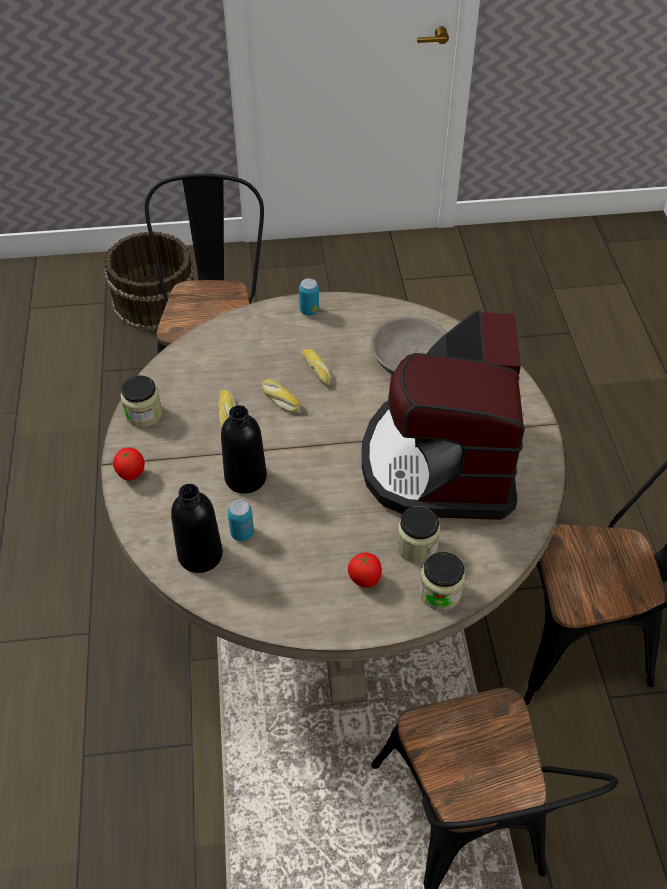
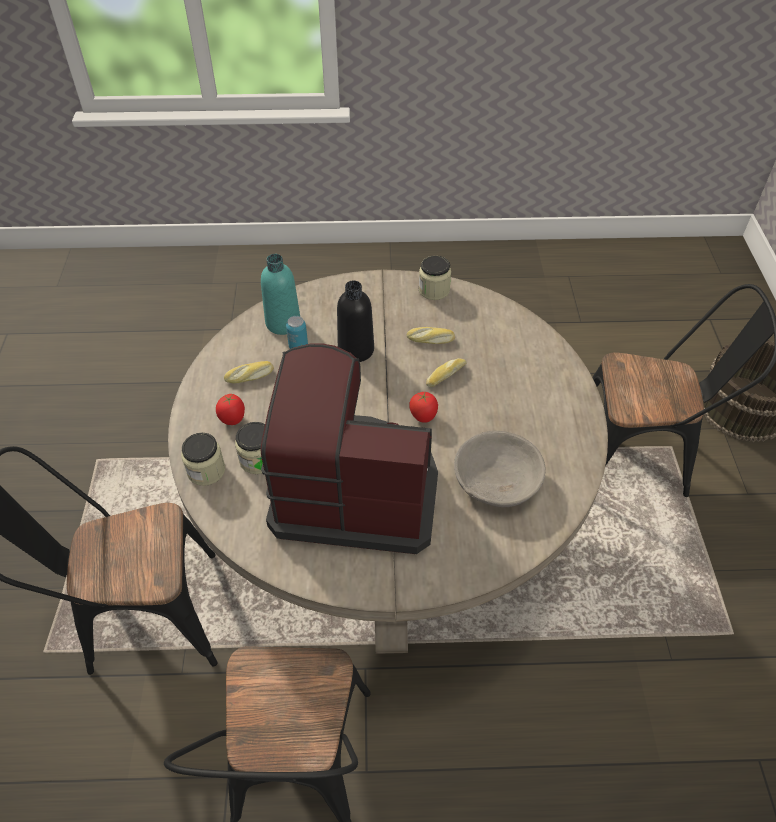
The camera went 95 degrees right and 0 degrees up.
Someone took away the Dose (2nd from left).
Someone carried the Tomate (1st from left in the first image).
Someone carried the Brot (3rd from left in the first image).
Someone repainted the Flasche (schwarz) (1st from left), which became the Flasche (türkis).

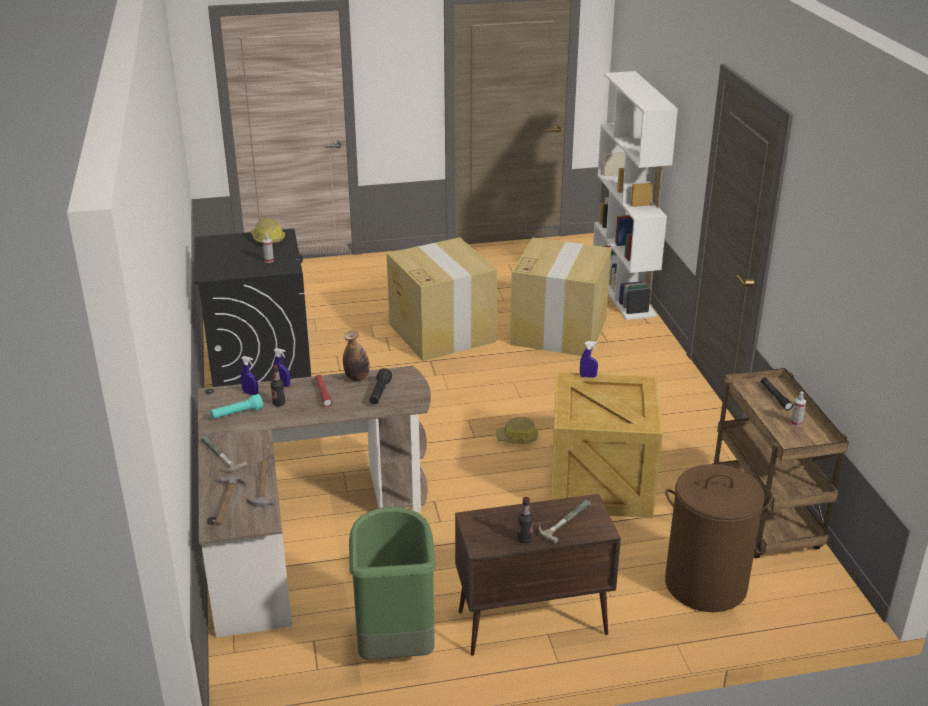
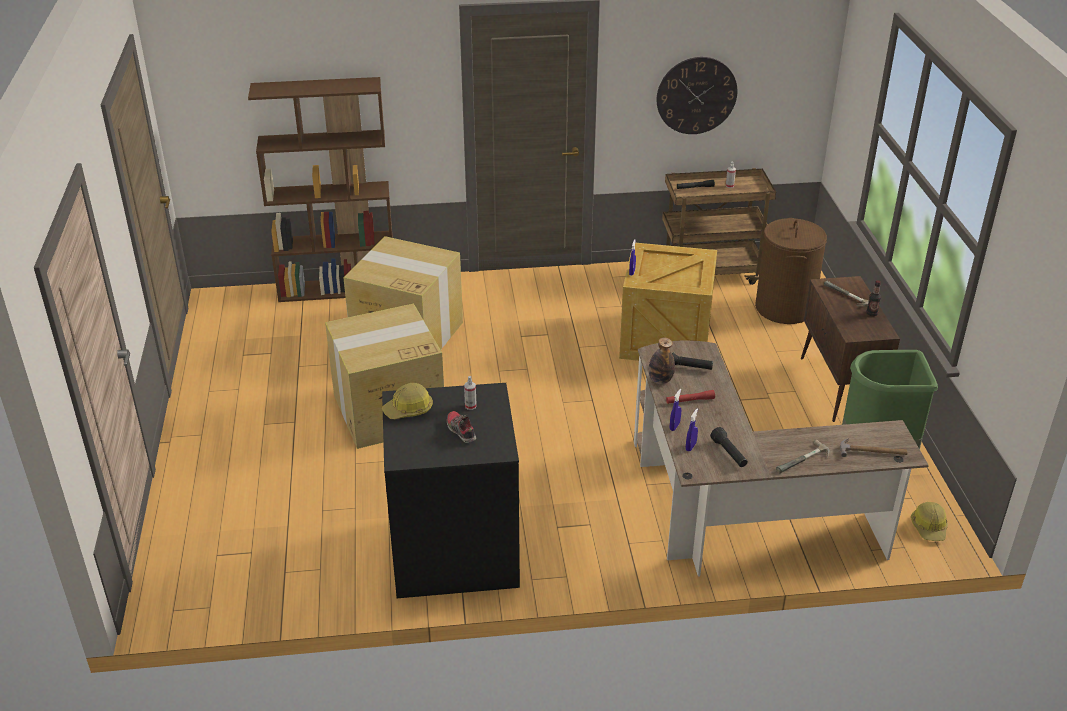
The camera went 85 degrees left and 5 degrees up.
Someone took away the Hammer (3rd from left).
Someone took away the Flasche (1st from left).
Someone put down the Schuh.
Someone put up the Wanduhr.
Someone carried the Schutzhelm (2nd from left).
Someone repainted the Taschenlampe (türkis), which became the Taschenlampe (schwarz) (3rd from left).
Someone repainted the Bücherregal (weiß), which became the Bücherregal (braun).

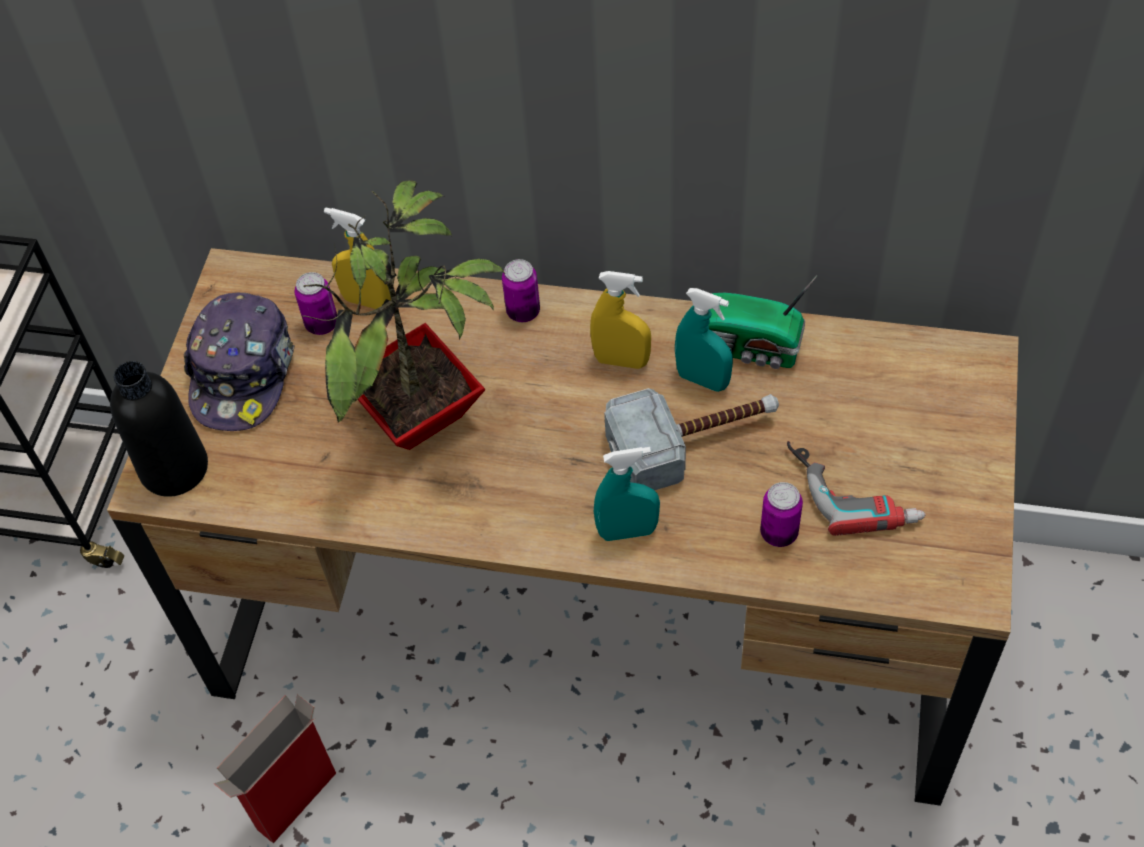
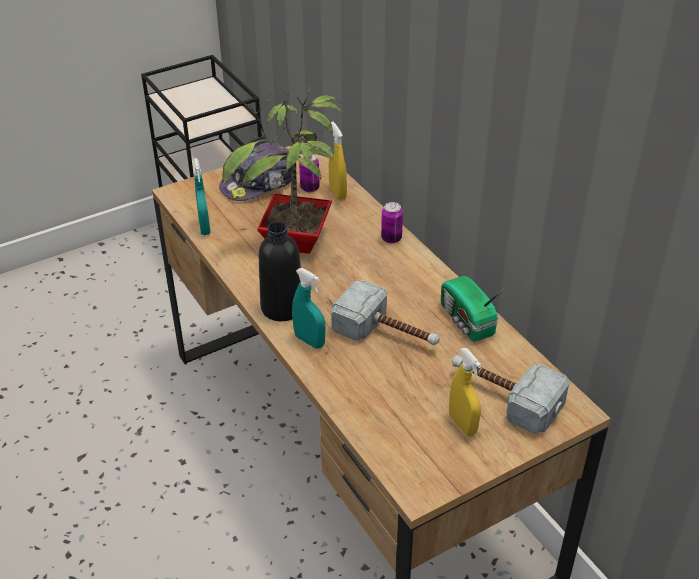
The camera went 45 degrees right and 15 degrees down.
Someone took away the Karton.
Someone took away the Dose (3rd from left).
Someone took away the Bohrmaschine.
Someone put down the Hammer (2nd from left).
Someone carried the Flasche (schwarz).
Someone carried the Sprühflasche (gelb) (2nd from left).
Someone carried the Sprühflasche (türkis) (2nd from left in the first image).

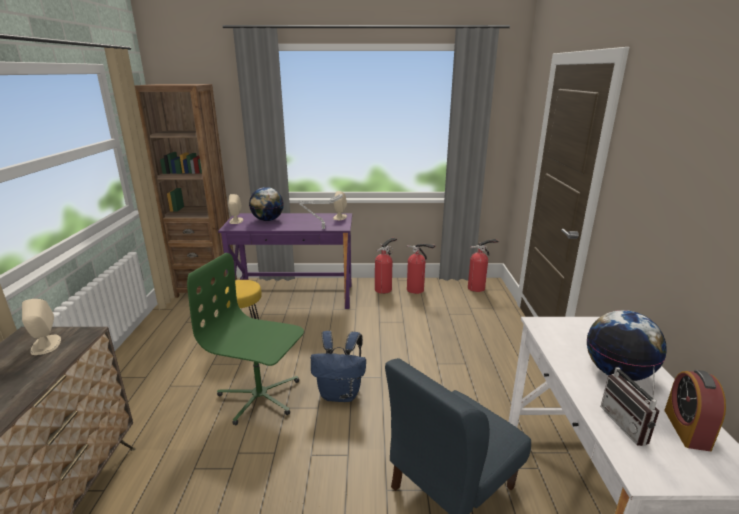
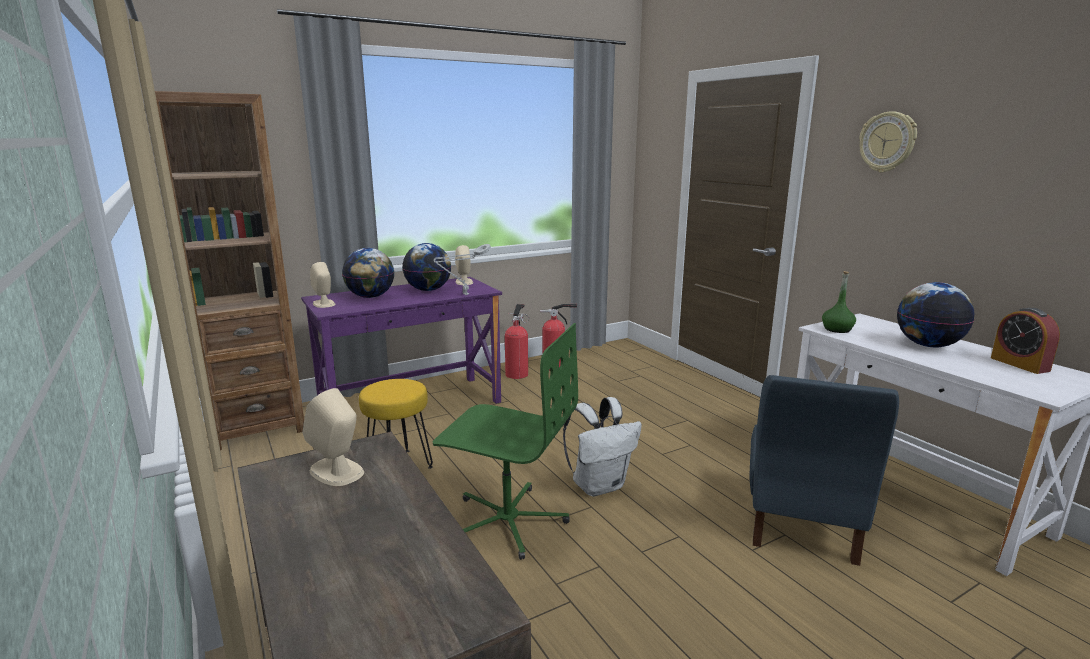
The camera went 30 degrees left and 5 degrees down.
Someone took away the Feuerlöscher (3rd from left).
Someone took away the Radio.
Someone put down the Globus (2nd from left).
Someone put down the Flasche (grün).
Someone put up the Wanduhr.
Someone repainted the Rucksack (blau), which became the Rucksack (weiß).
Someone rotated the Bürostuhl (grün) by 150 degrees counterclockwise.

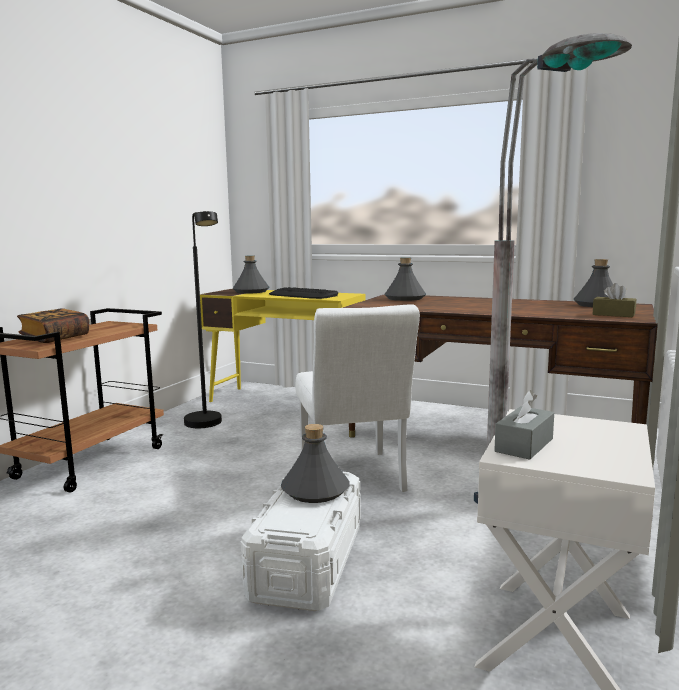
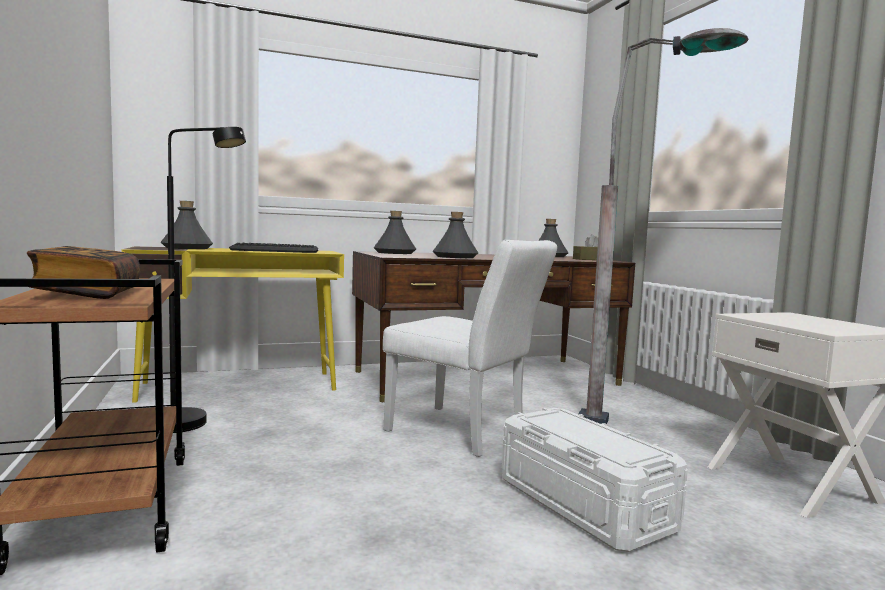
The camera went 45 degrees left and 5 degrees down.
Someone took away the Taschentuchbox (grau).
Someone carried the Flasche (grau) (2nd from left in the first image).

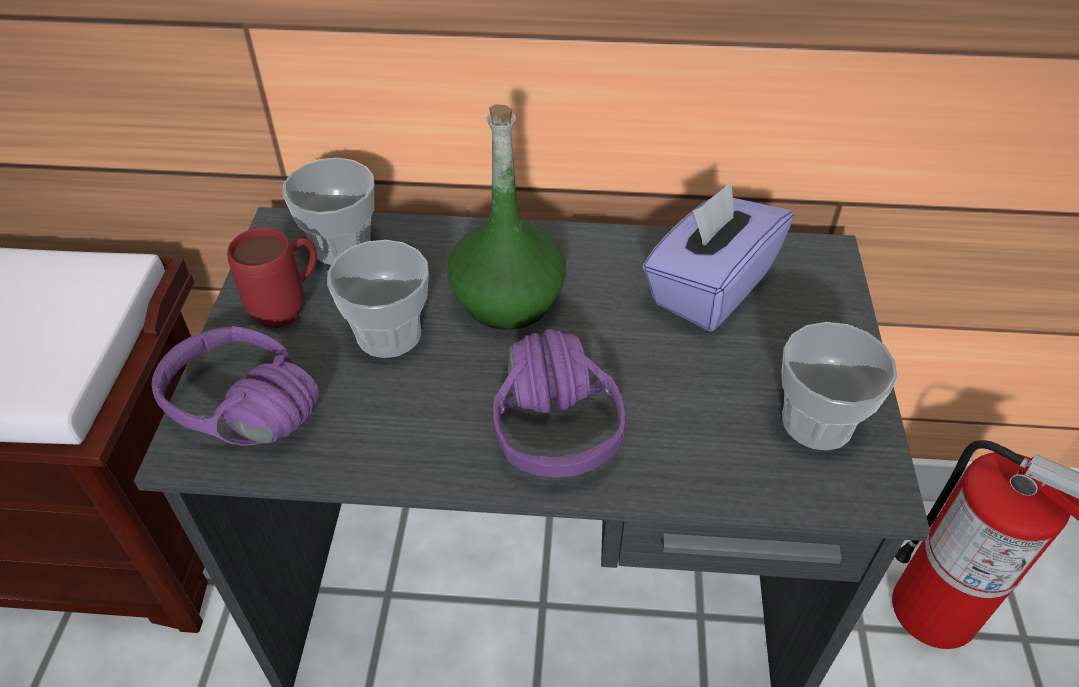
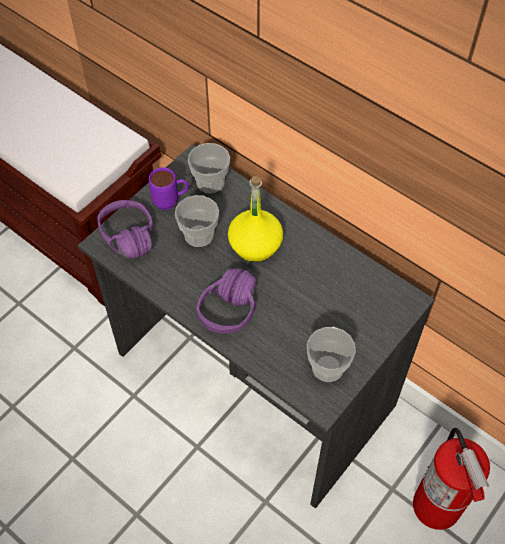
The camera went 35 degrees right and 10 degrees up.
Someone took away the Taschentuchbox (lila).
Someone repainted the Henkelbecher (rot), which became the Henkelbecher (lila).
Someone repainted the Flasche (grün), which became the Flasche (gelb).

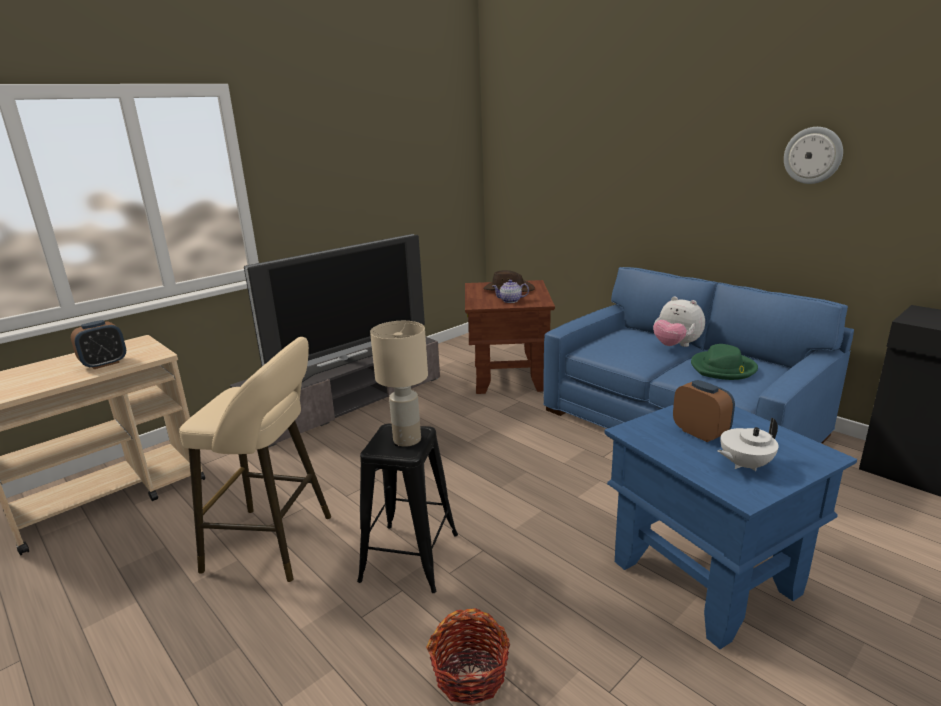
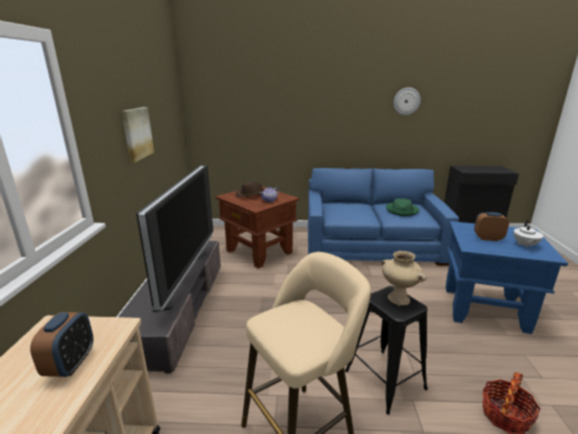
The camera went 45 degrees left and 0 degrees up.
Someone took away the Plüschtier.
Someone put up the Bild.
Someone swapped the Tischlampe (beige) for the Vase (beige).

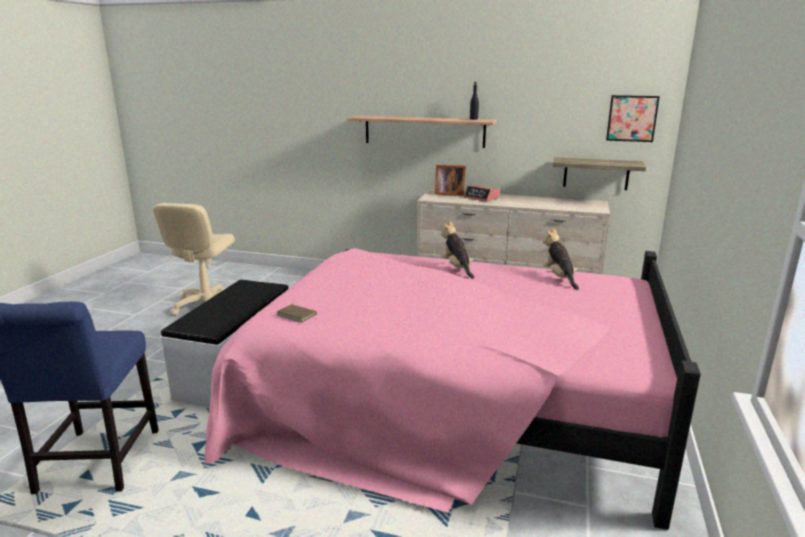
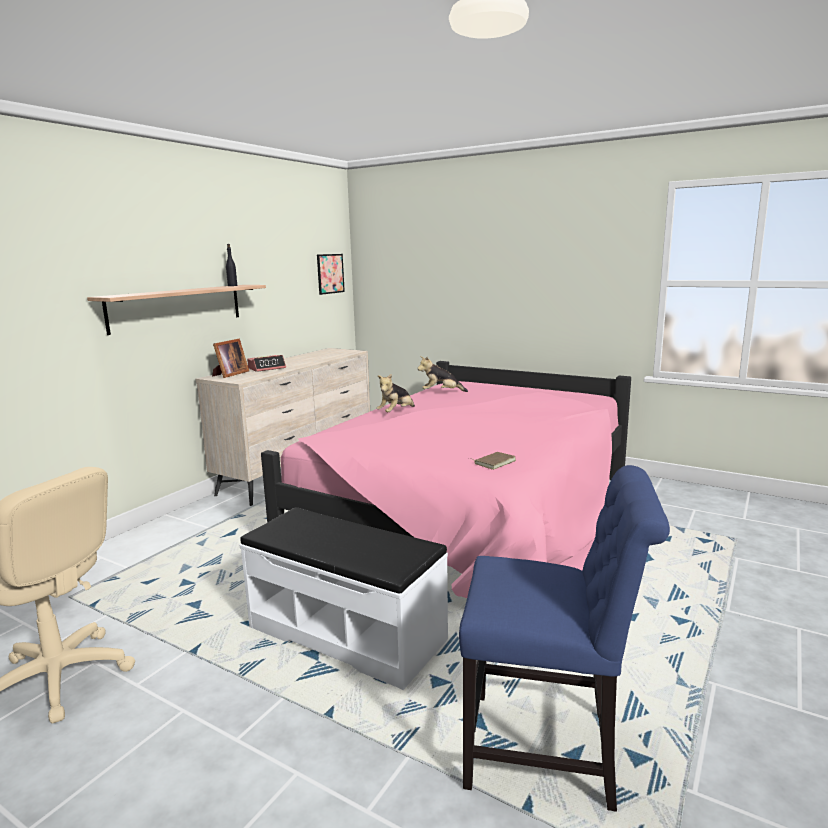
The camera went 75 degrees left and 5 degrees down.
Someone took away the Wandregal (2nd from left).
Someone rotated the Plüschtier (1st from left) by 45 degrees counterclockwise.

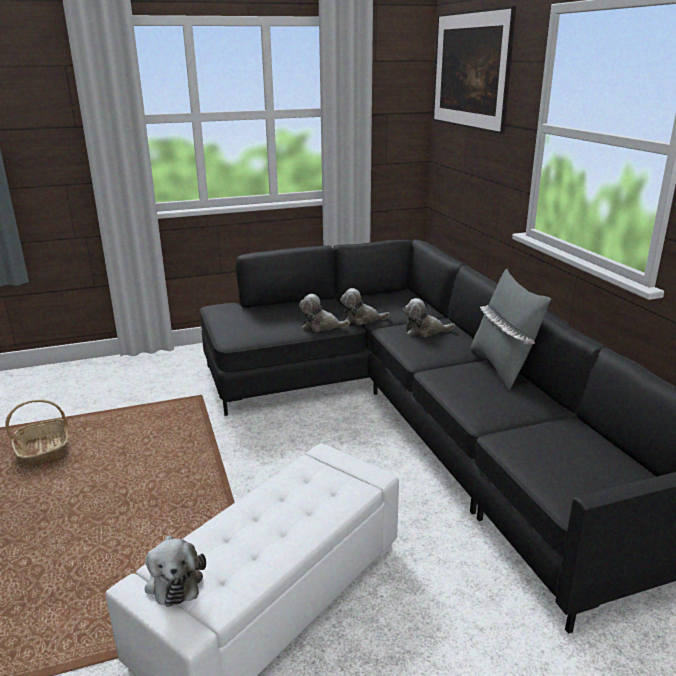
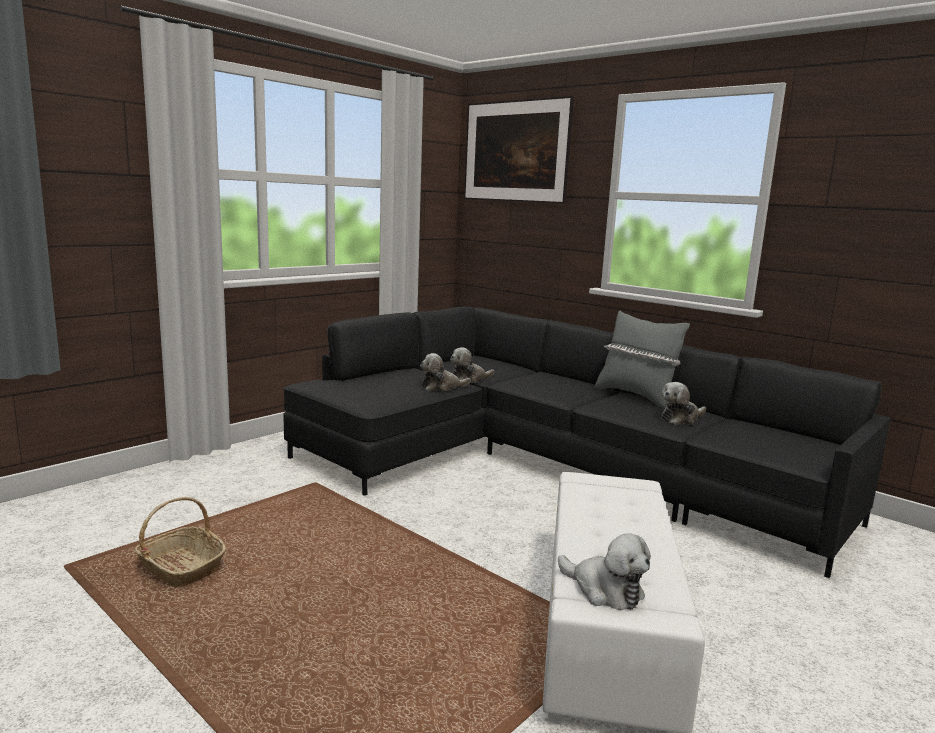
The camera went 30 degrees left and 10 degrees down.
Someone carried the Plüschtier (4th from left).

